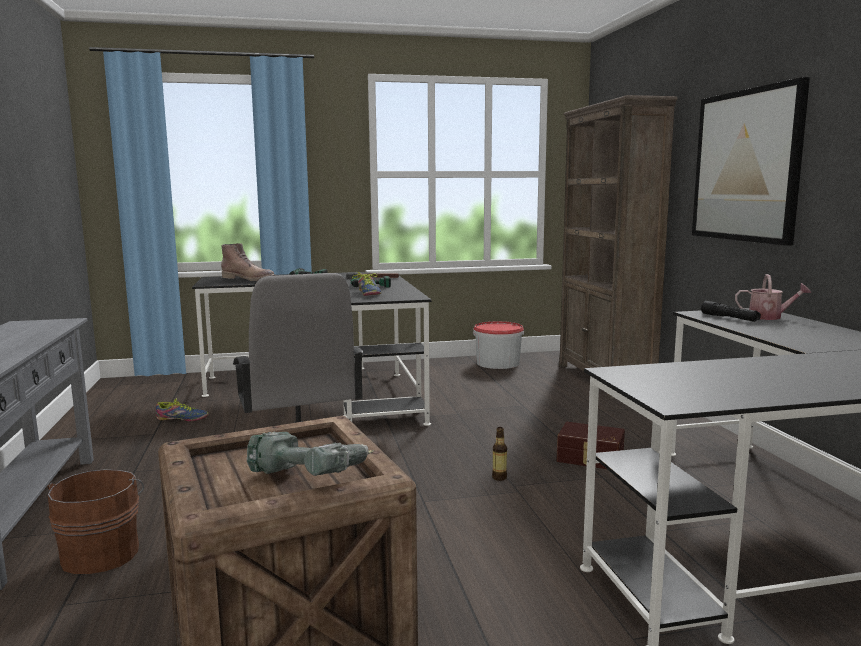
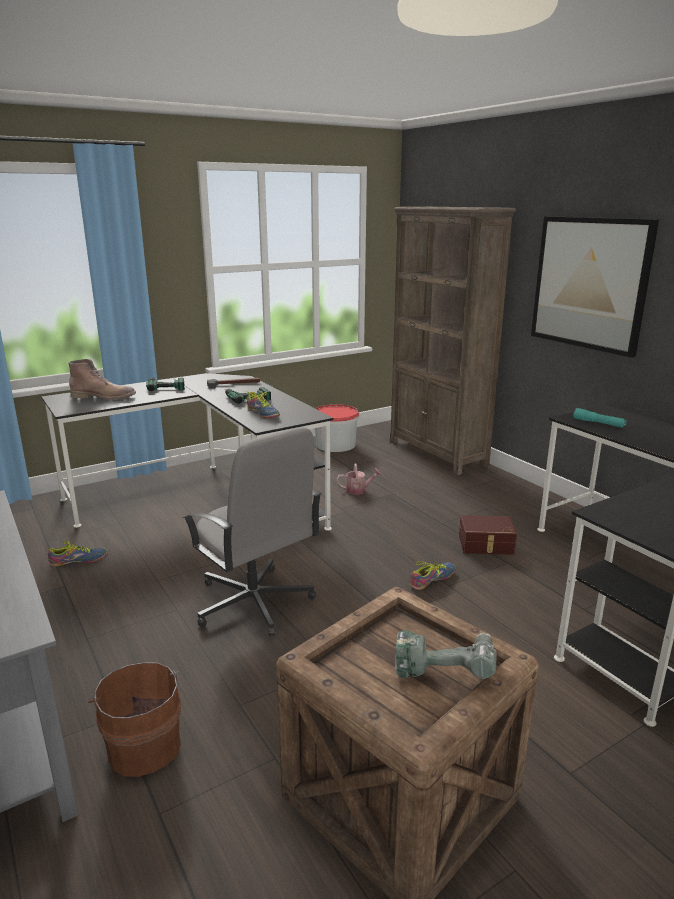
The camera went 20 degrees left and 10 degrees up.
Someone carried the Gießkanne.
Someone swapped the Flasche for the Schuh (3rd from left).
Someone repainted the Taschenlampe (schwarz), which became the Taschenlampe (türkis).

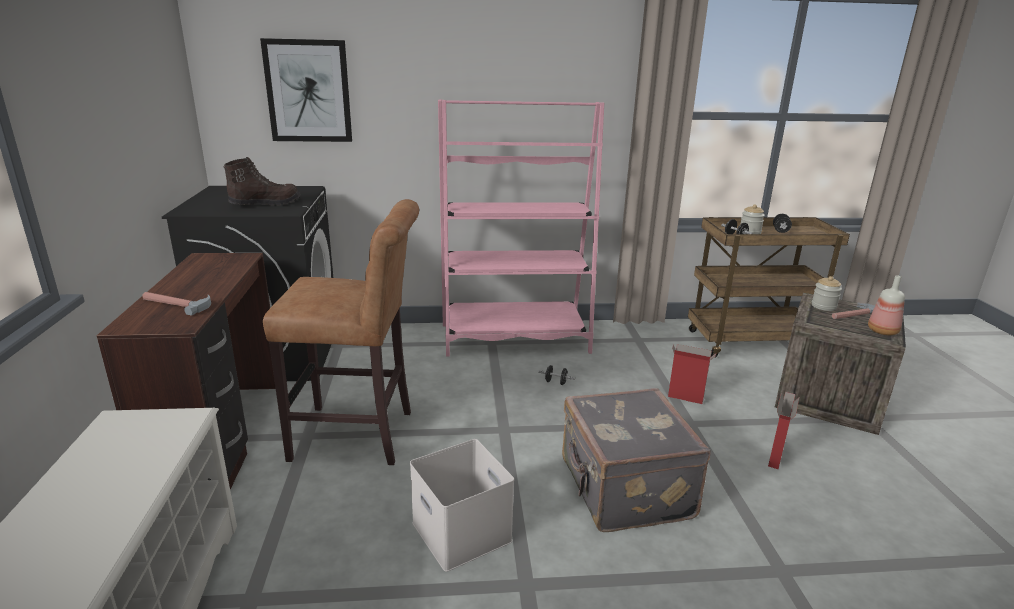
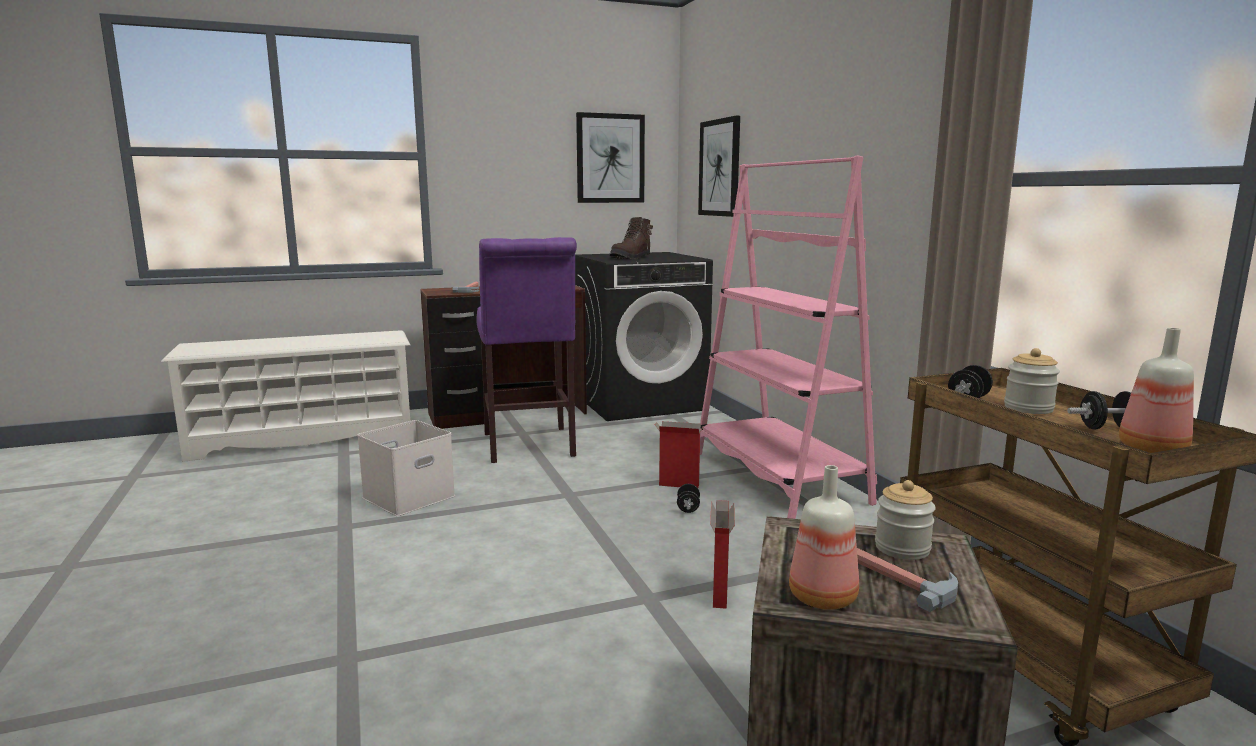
The camera went 75 degrees right and 10 degrees down.
Someone took away the Koffer (grau).
Someone put up the Bild (1st from left).
Someone put down the Flasche (2nd from left).
Someone carried the Karton (2nd from left in the first image).
Someone repainted the Hocker (braun), which became the Hocker (lila).
Someone rotated the Stiefel (braun) by 75 degrees clockwise.

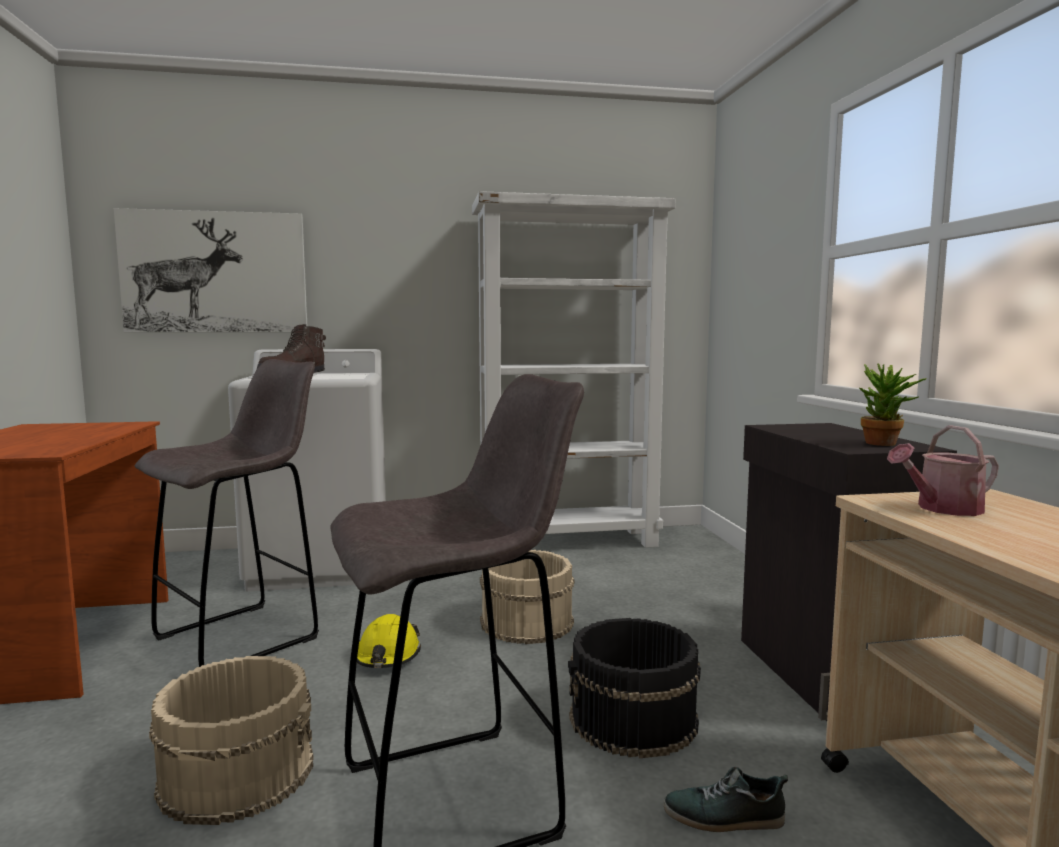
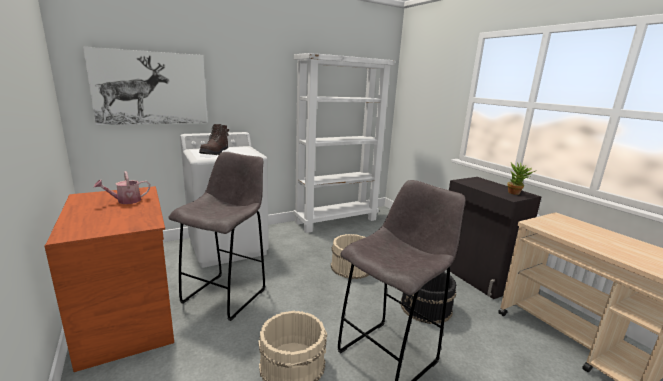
The camera went 20 degrees left and 10 degrees up.
Someone took away the Schutzhelm (gelb).
Someone took away the Schuh.
Someone carried the Gießkanne.

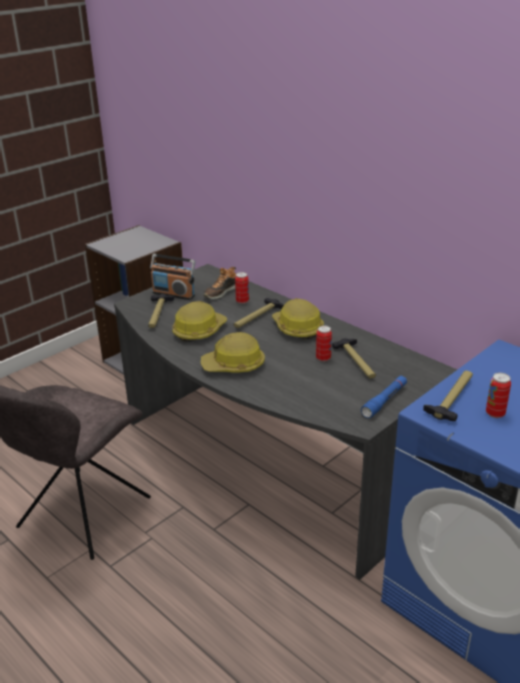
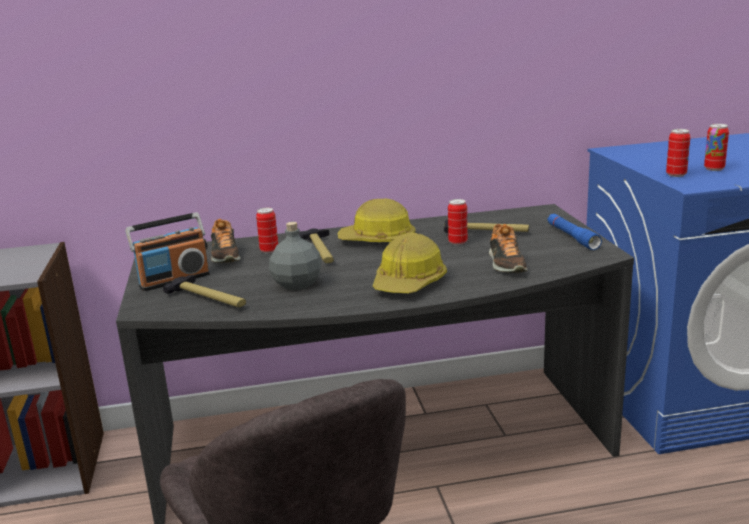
The camera went 55 degrees left and 10 degrees down.
Someone put down the Schuh (2nd from left).
Someone swapped the Schutzhelm (1st from left) for the Flasche (grau).
Someone swapped the Hammer (4th from left) for the Dose (3rd from left).

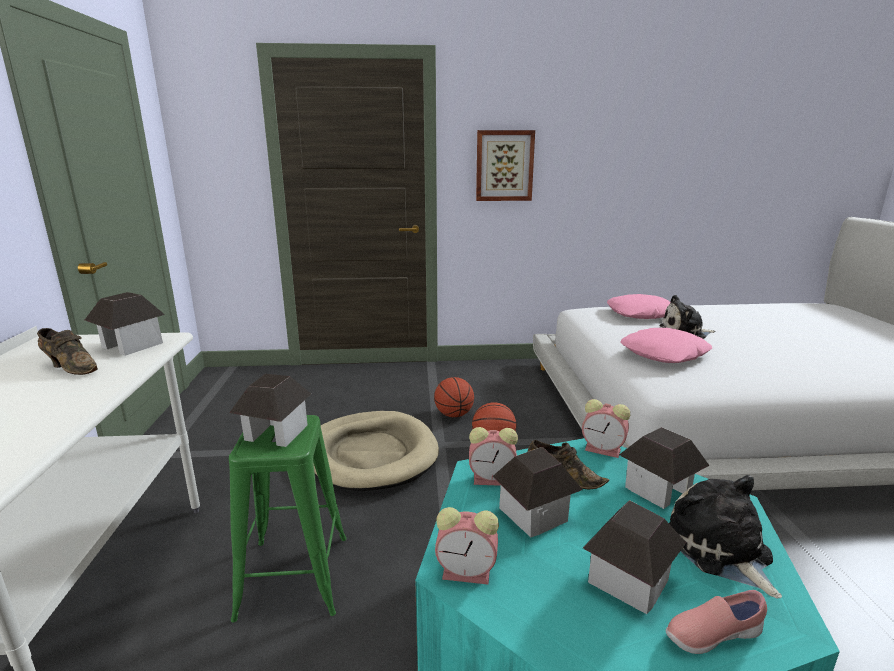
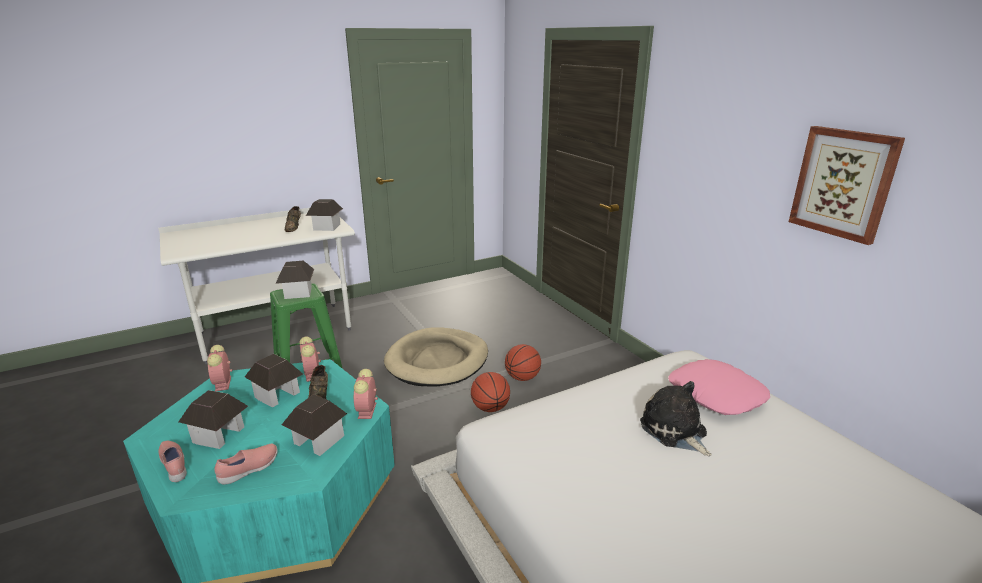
The camera went 65 degrees right and 5 degrees up.
Someone took away the Kissen (rosa) (2nd from left).
Someone carried the Bild.
Someone swapped the Plüschtier (2nd from left) for the Schuh (rosa) (2nd from left).

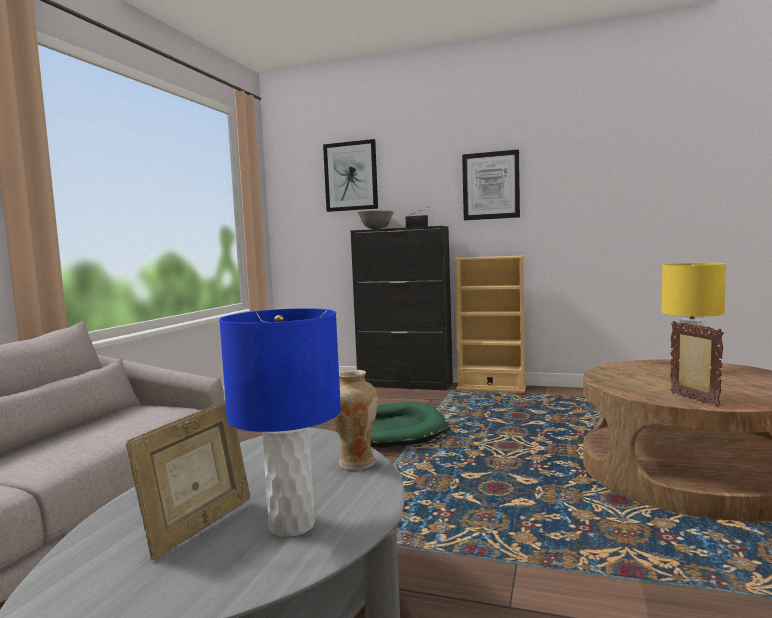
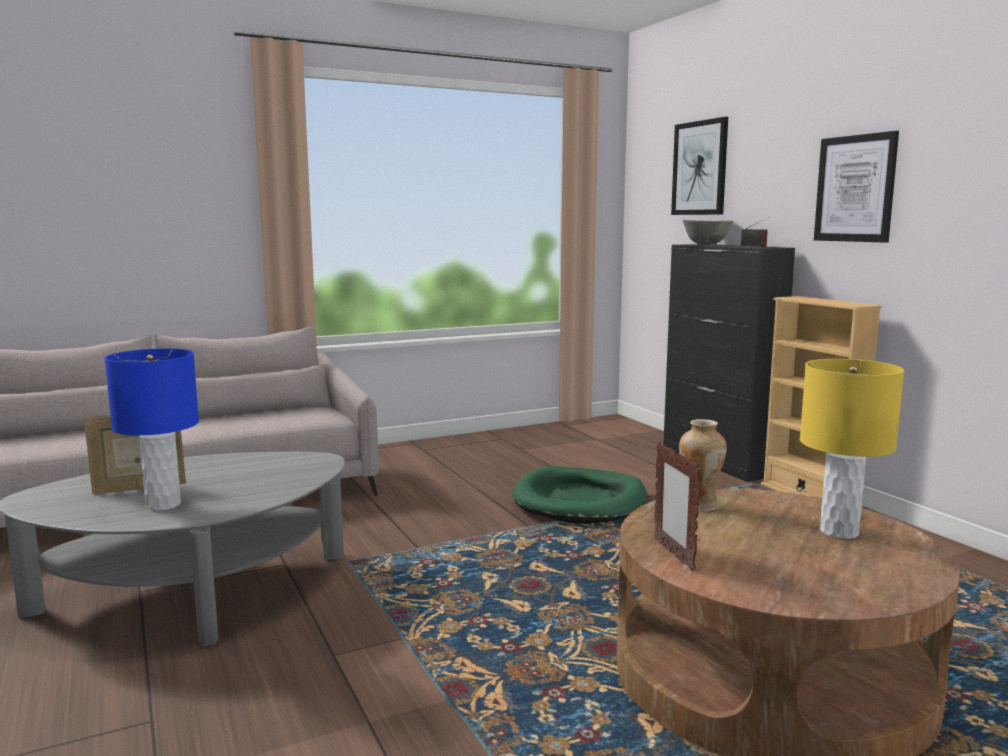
The camera went 45 degrees right and 5 degrees up.
Someone carried the Vase.
Someone rotated the Bilderrahmen (2nd from left) by 135 degrees clockwise.

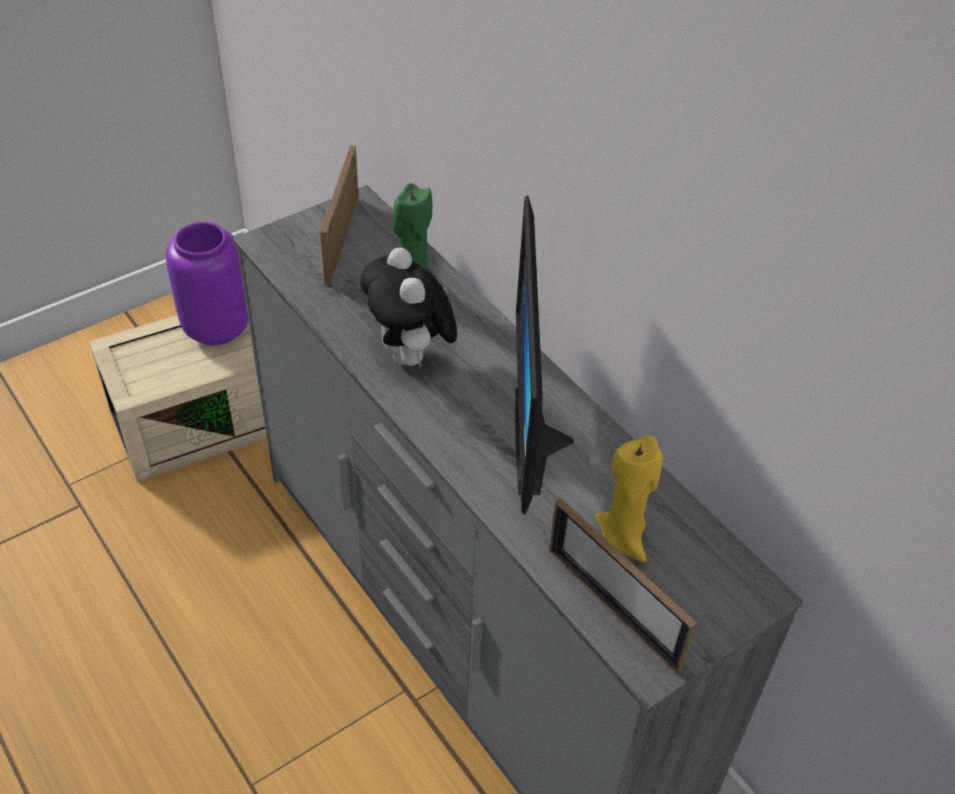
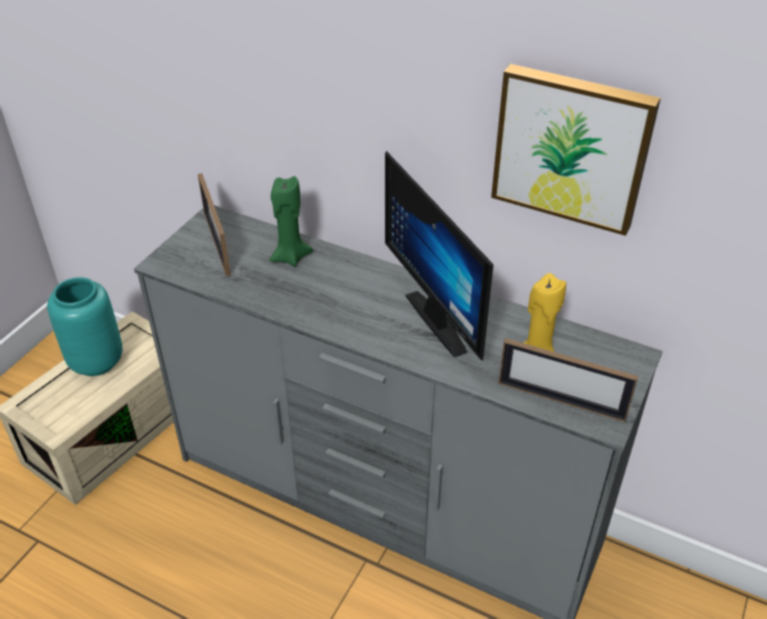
The camera went 25 degrees left and 5 degrees down.
Someone took away the Plüschtier.
Someone put up the Bild.
Someone repainted the Vase (lila), which became the Vase (türkis).

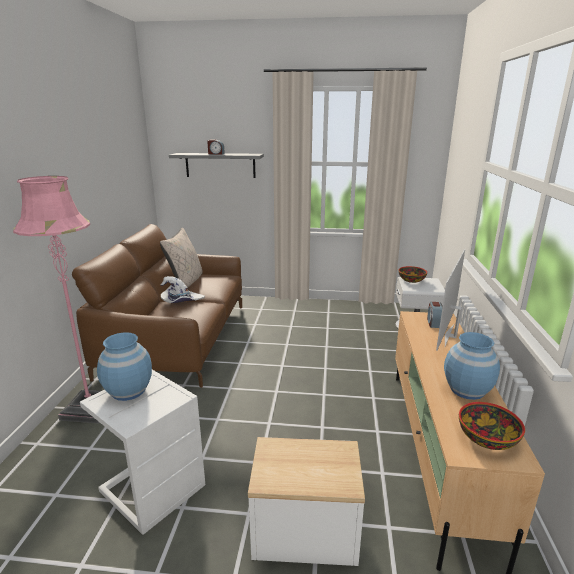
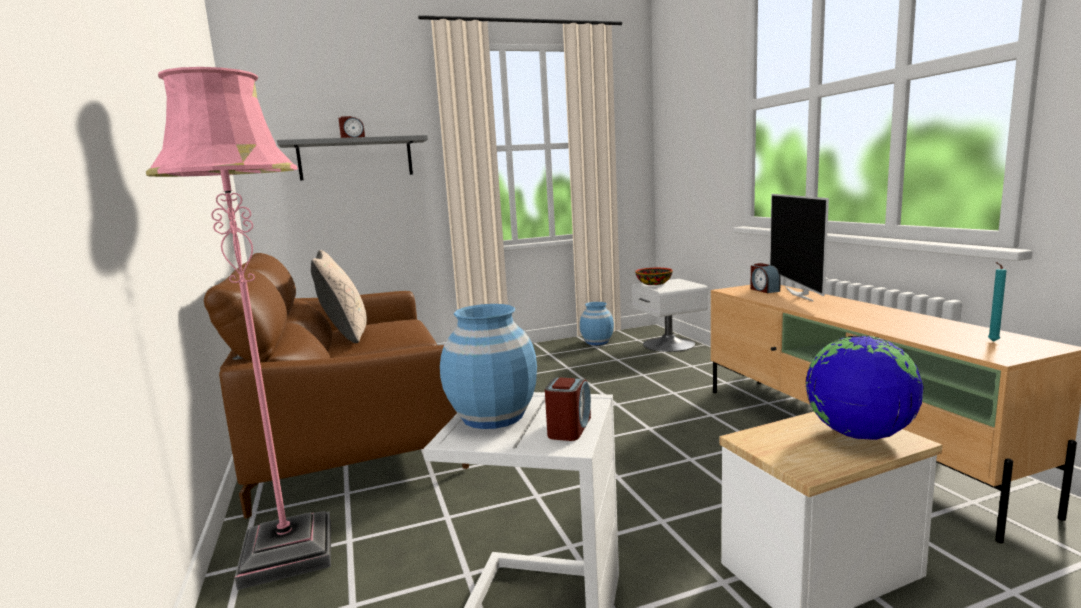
The camera went 25 degrees left and 10 degrees down.
Someone took away the Hut (weiß).
Someone put down the Wecker (2nd from left).
Someone put down the Globus.
Someone carried the Vase (blau) (2nd from left).
Someone swapped the Schüssel (2nd from left) for the Kerze (türkis).

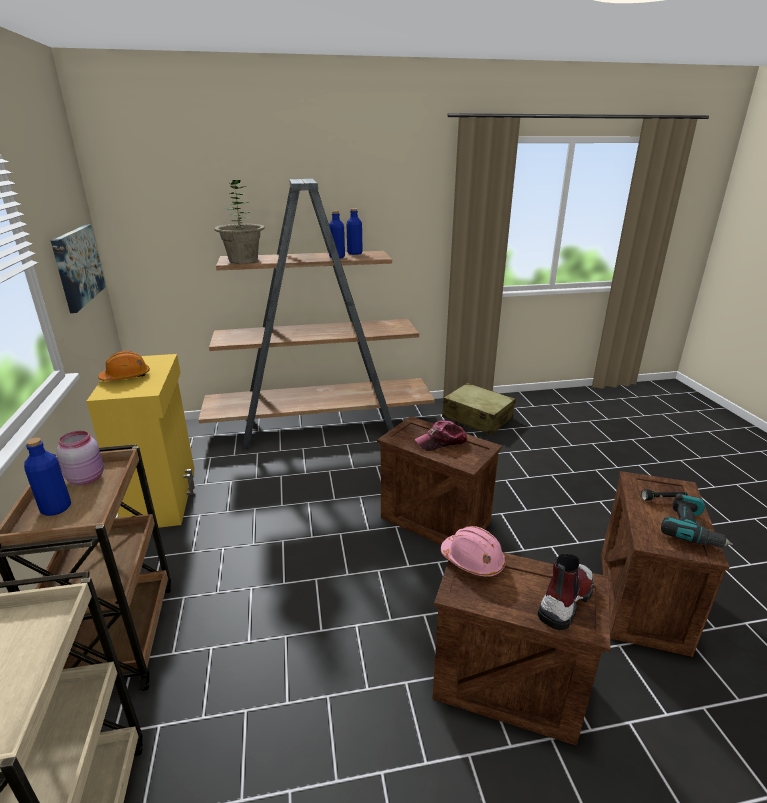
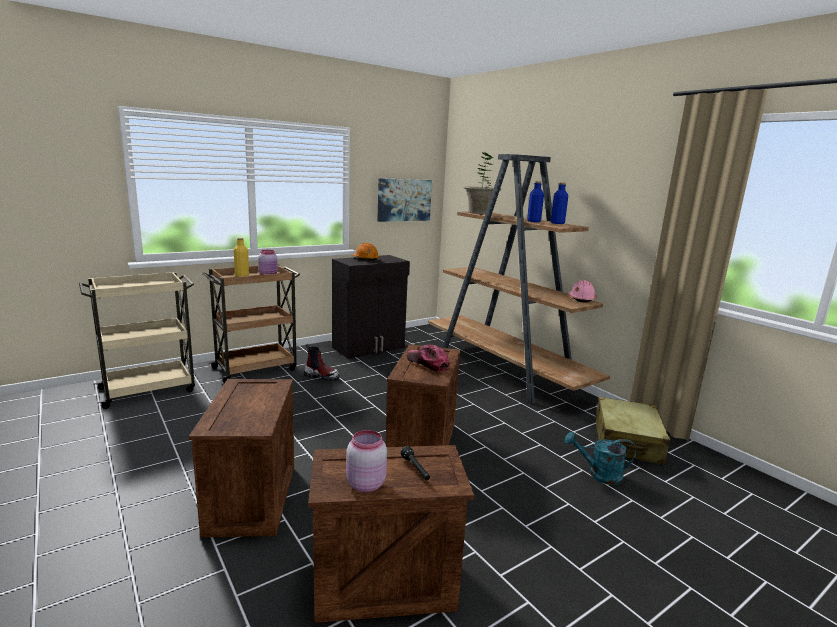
The camera went 65 degrees right and 10 degrees down.
Someone put down the Gießkanne (türkis).
Someone carried the Schutzhelm (rosa).
Someone carried the Stiefel.
Someone swapped the Bohrmaschine for the Vorratsglas (rosa) (2nd from left).
Someone repainted the Flasche (blau) (1st from left), which became the Flasche (gelb).
Someone repainted the Schrank (gelb), which became the Schrank (schwarz).

